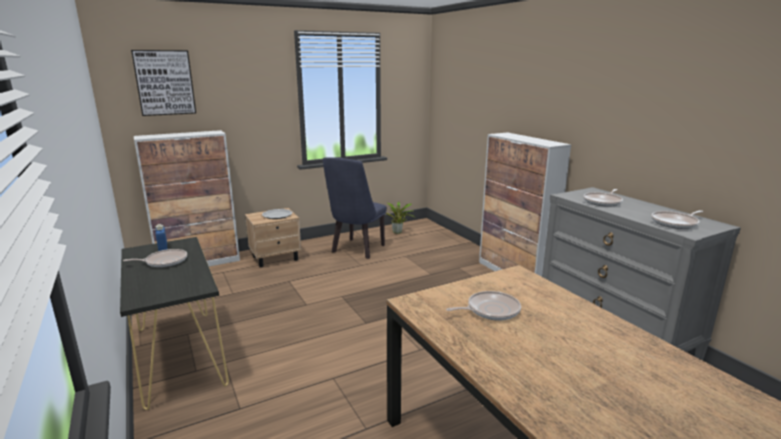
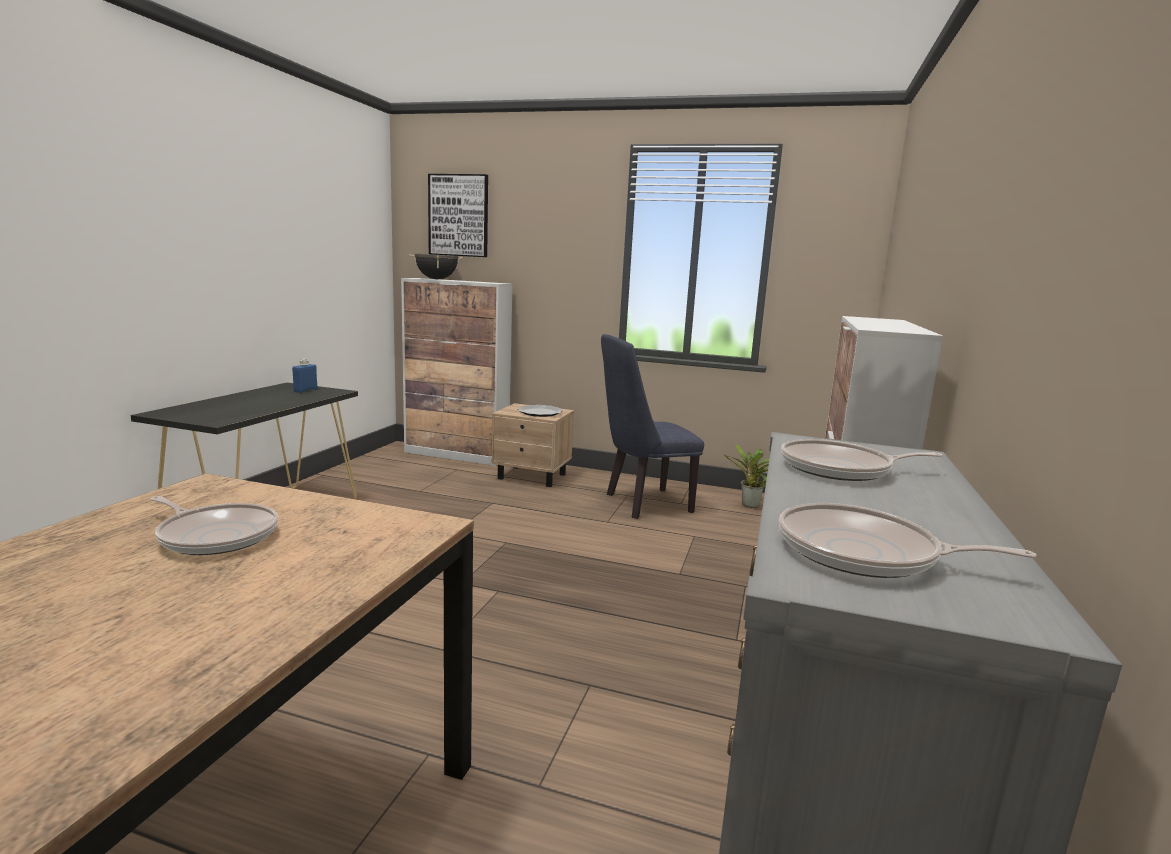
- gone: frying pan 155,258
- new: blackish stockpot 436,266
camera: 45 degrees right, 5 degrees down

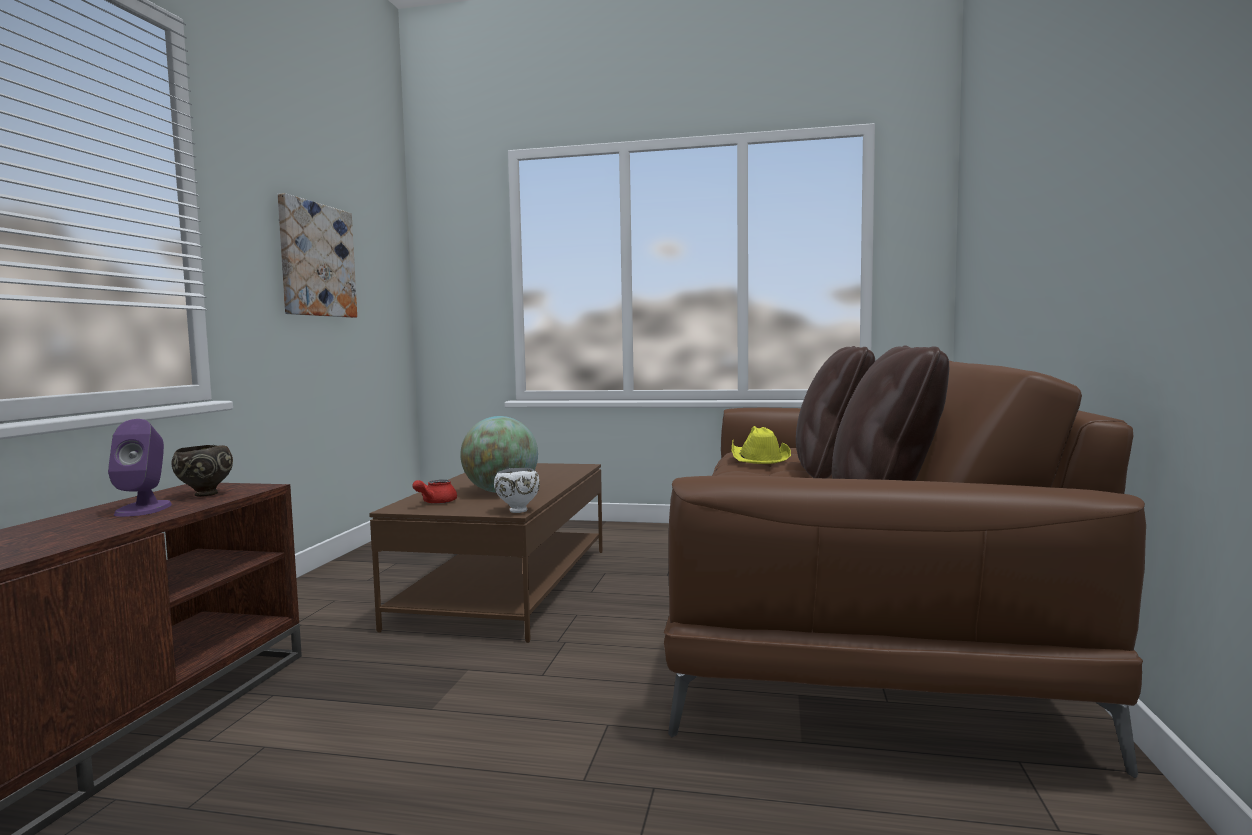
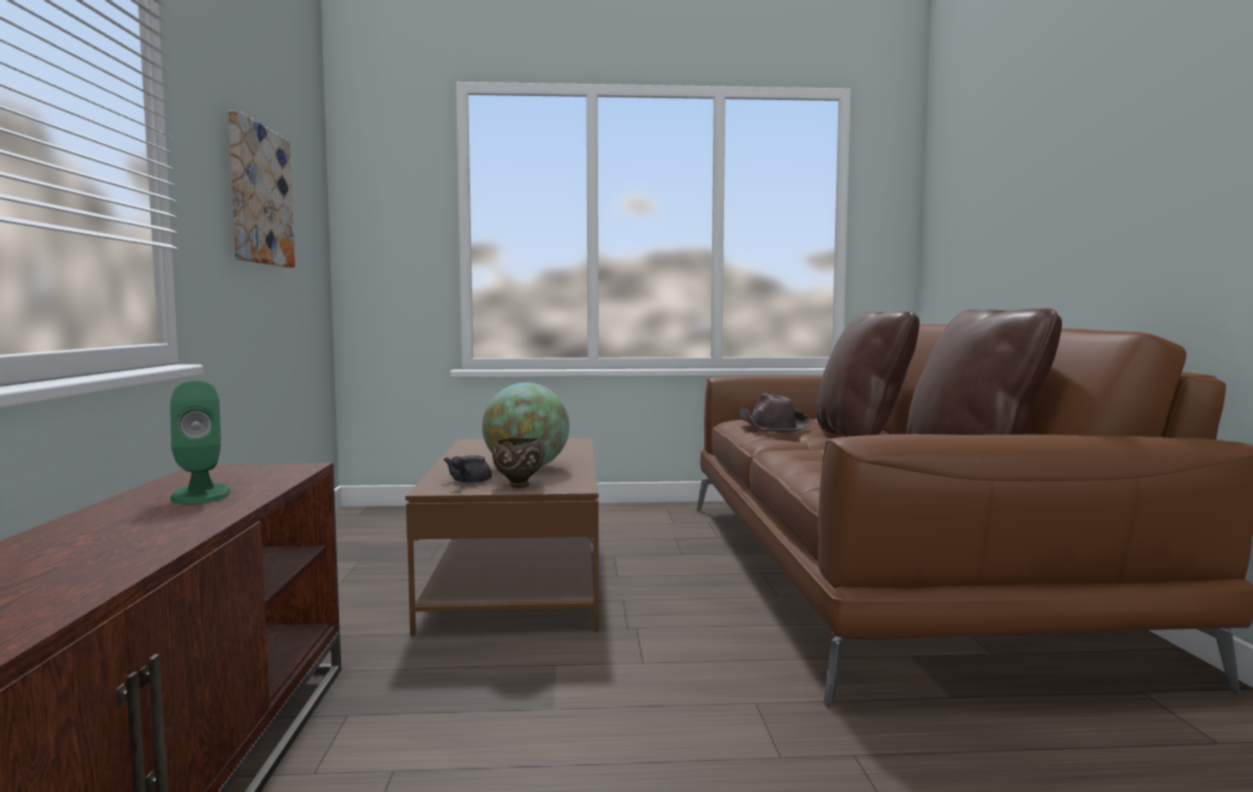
- gone: whitish serving bowl 517,490
- shifted: brown-coloured serving bowl 202,471 to 518,463
- repainted: purplish audio speaker 140,468 to green audio speaker 200,442
- repainted: red-coloured pot for tea 434,492 to greyish pot for tea 468,469
- repainted: yellow wearable hat 761,445 to brown-coloured wearable hat 774,412
camera: 15 degrees left, 0 degrees up

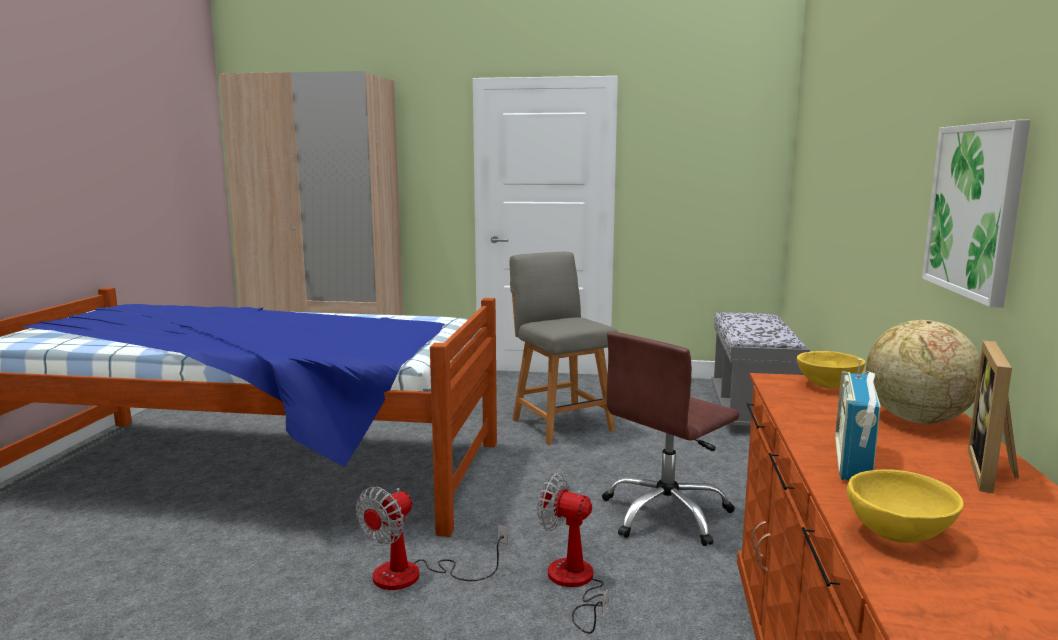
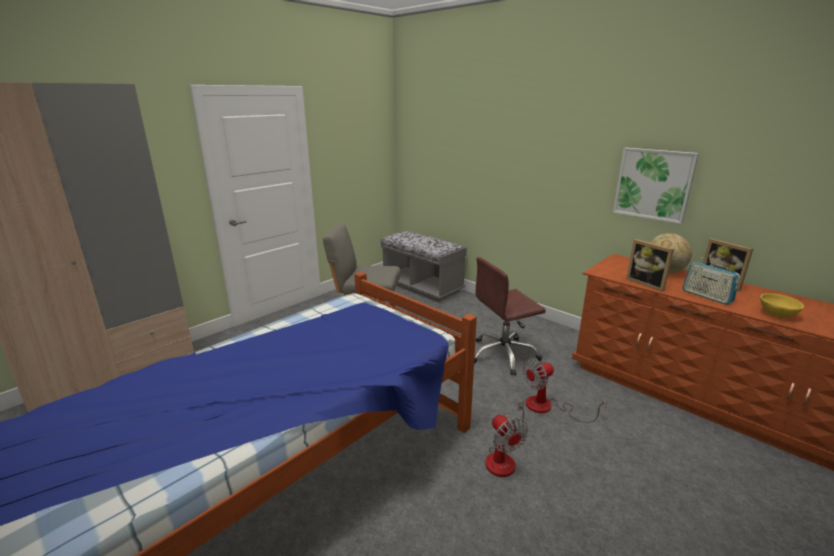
- gone: yellow serving bowl 831,369
- new: picture frame 650,265
- rotated: brown-coloured office chair 670,438 = 510,316 75 degrees clockwise
camera: 55 degrees left, 10 degrees up

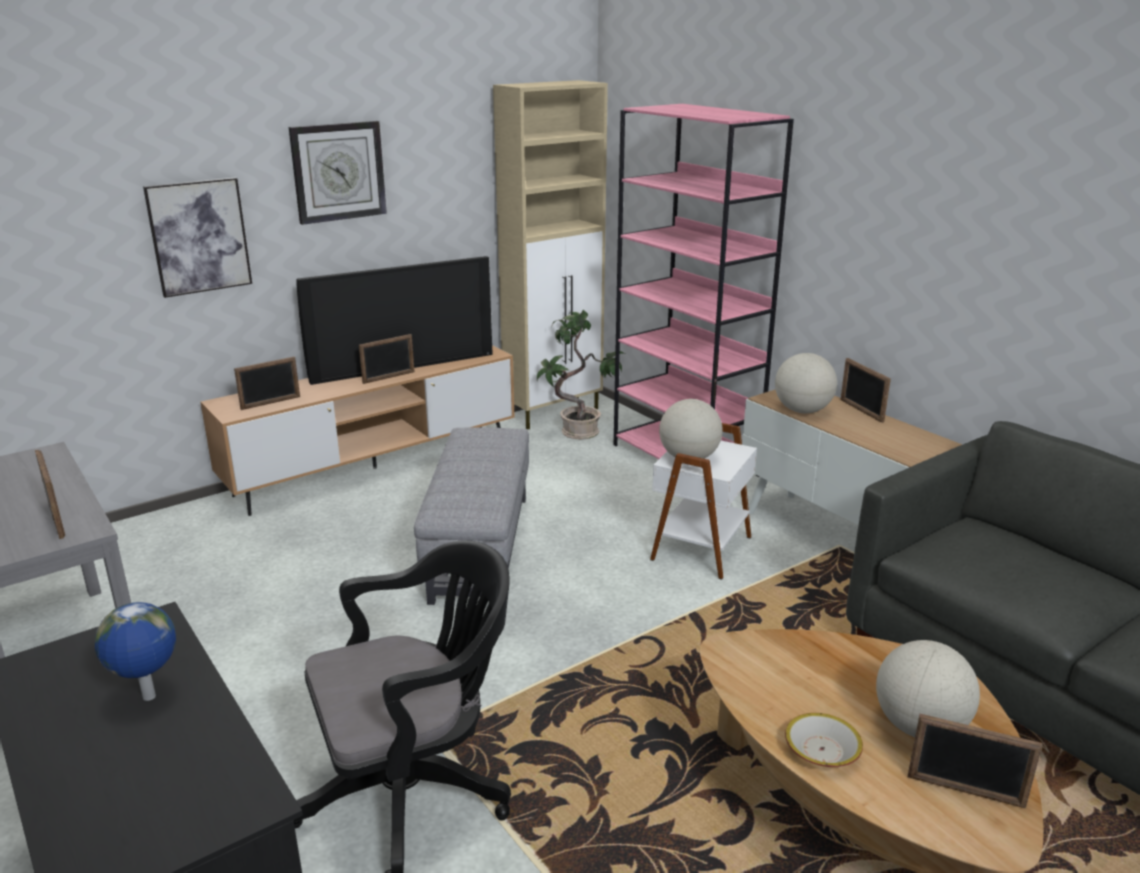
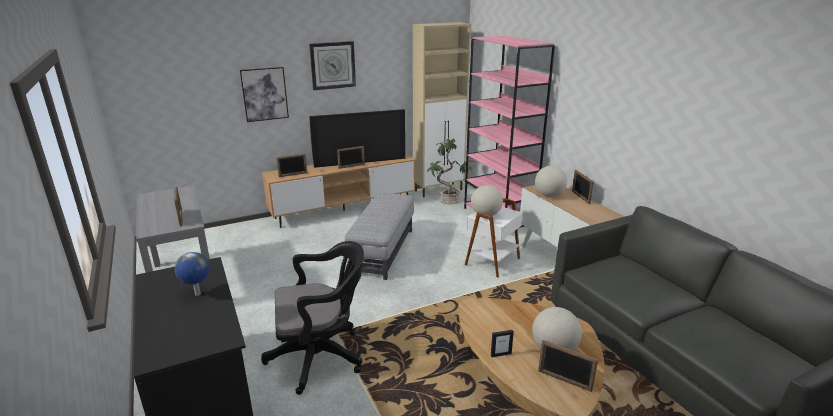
- swapped: serving bowl 824,740 to picture frame 502,343
camera: 10 degrees right, 0 degrees up

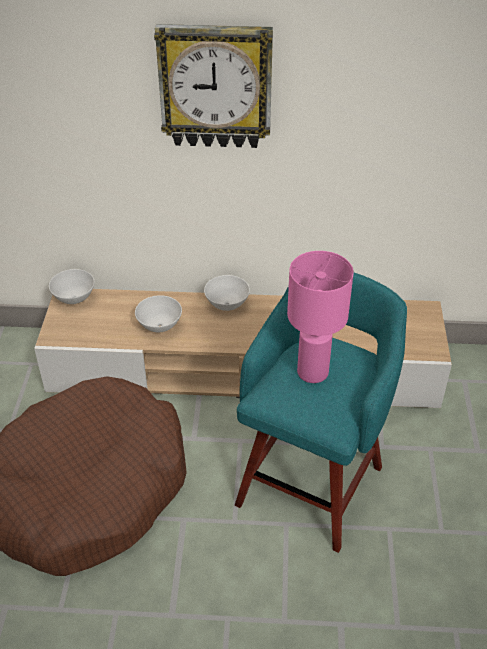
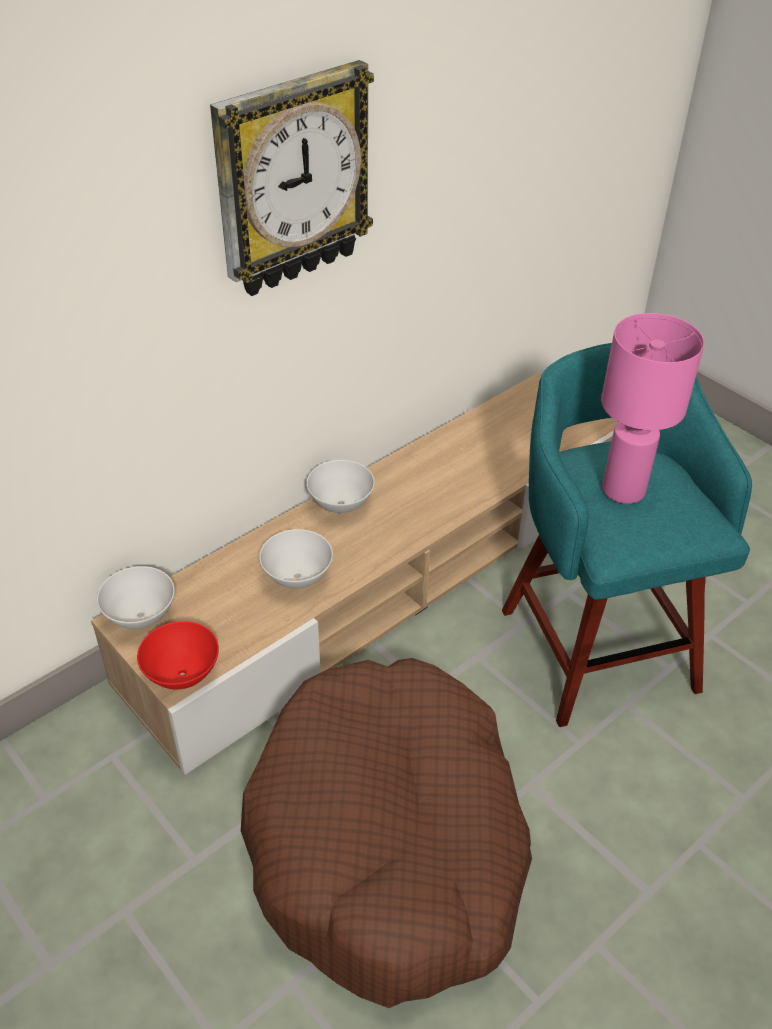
- new: red-coloured serving bowl 178,655
camera: 45 degrees left, 0 degrees up

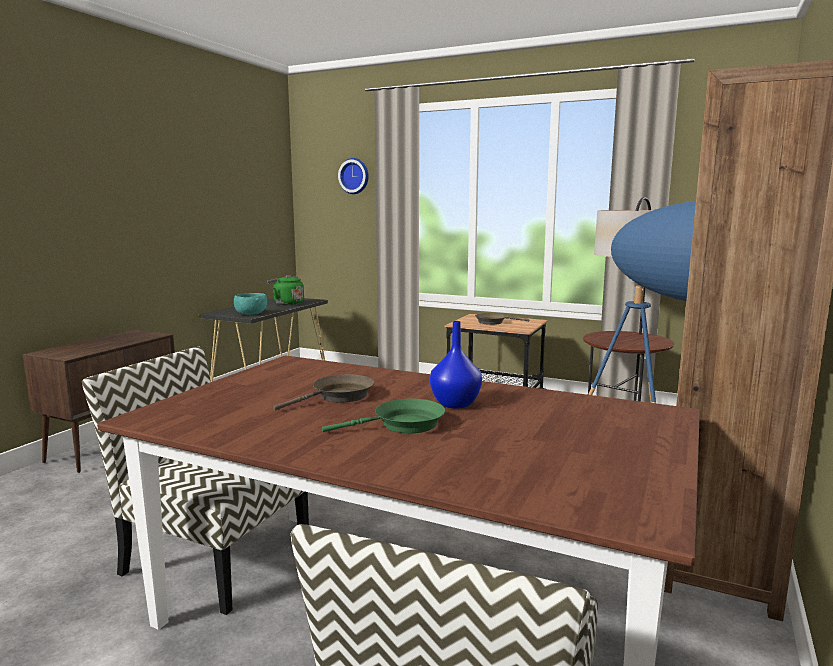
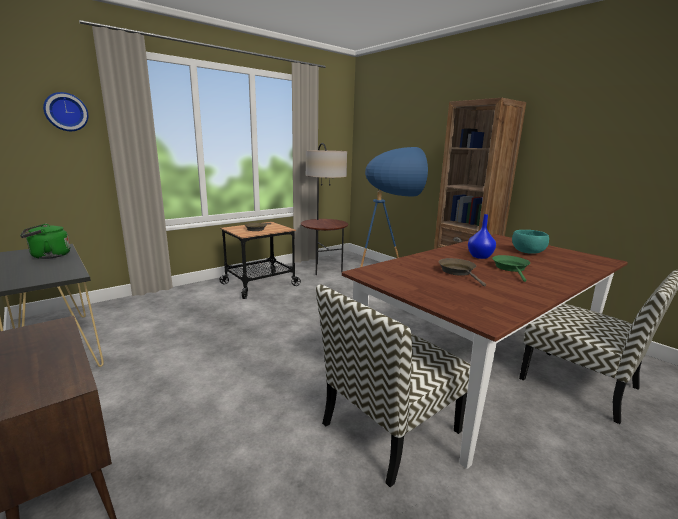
- shifted: turquoise-coloured serving bowl 250,304 to 530,242
camera: 65 degrees left, 5 degrees up

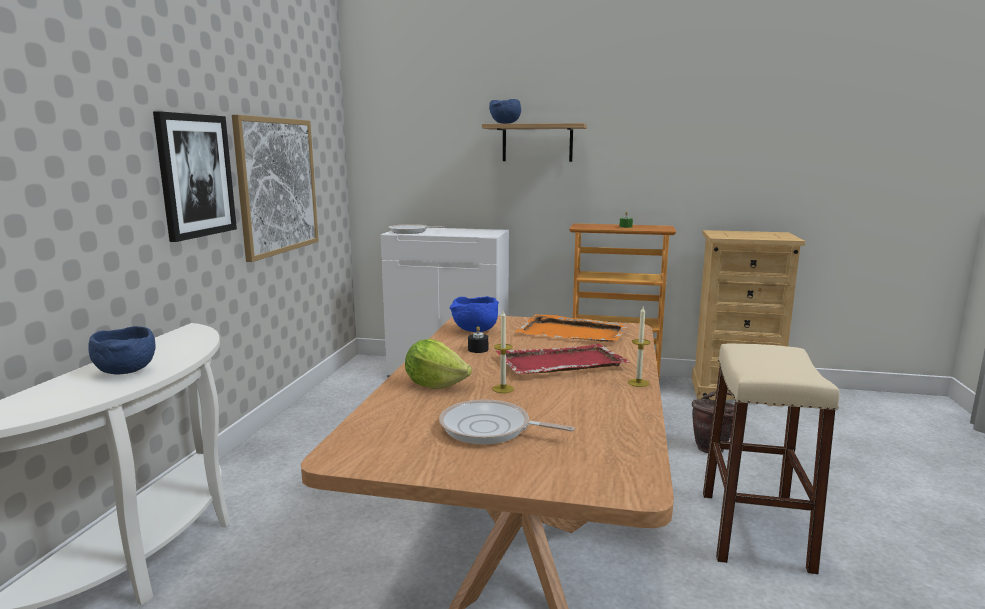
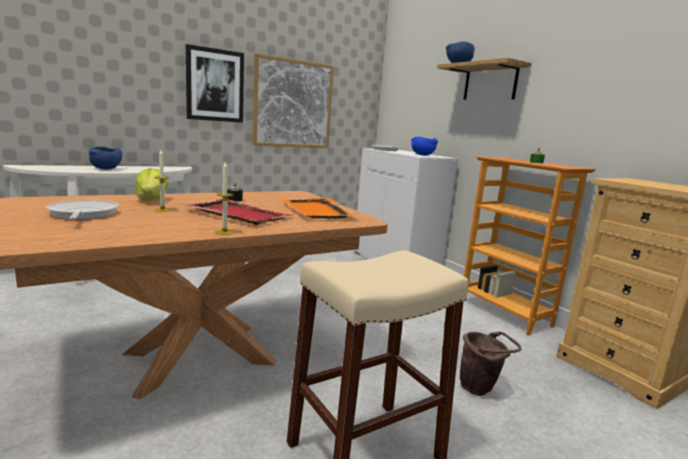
- shifted: blue serving bowl 474,314 to 424,146
camera: 45 degrees right, 0 degrees up

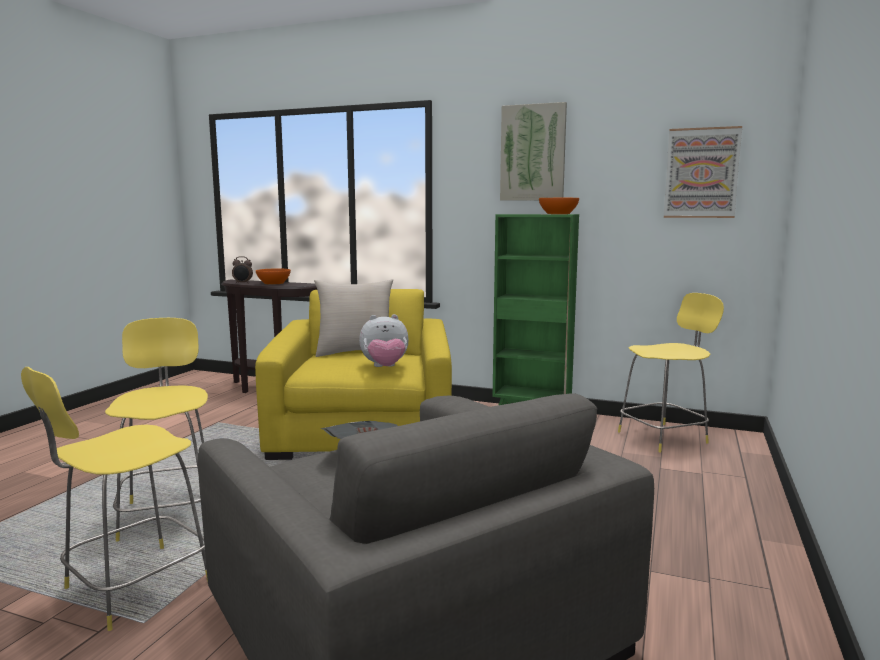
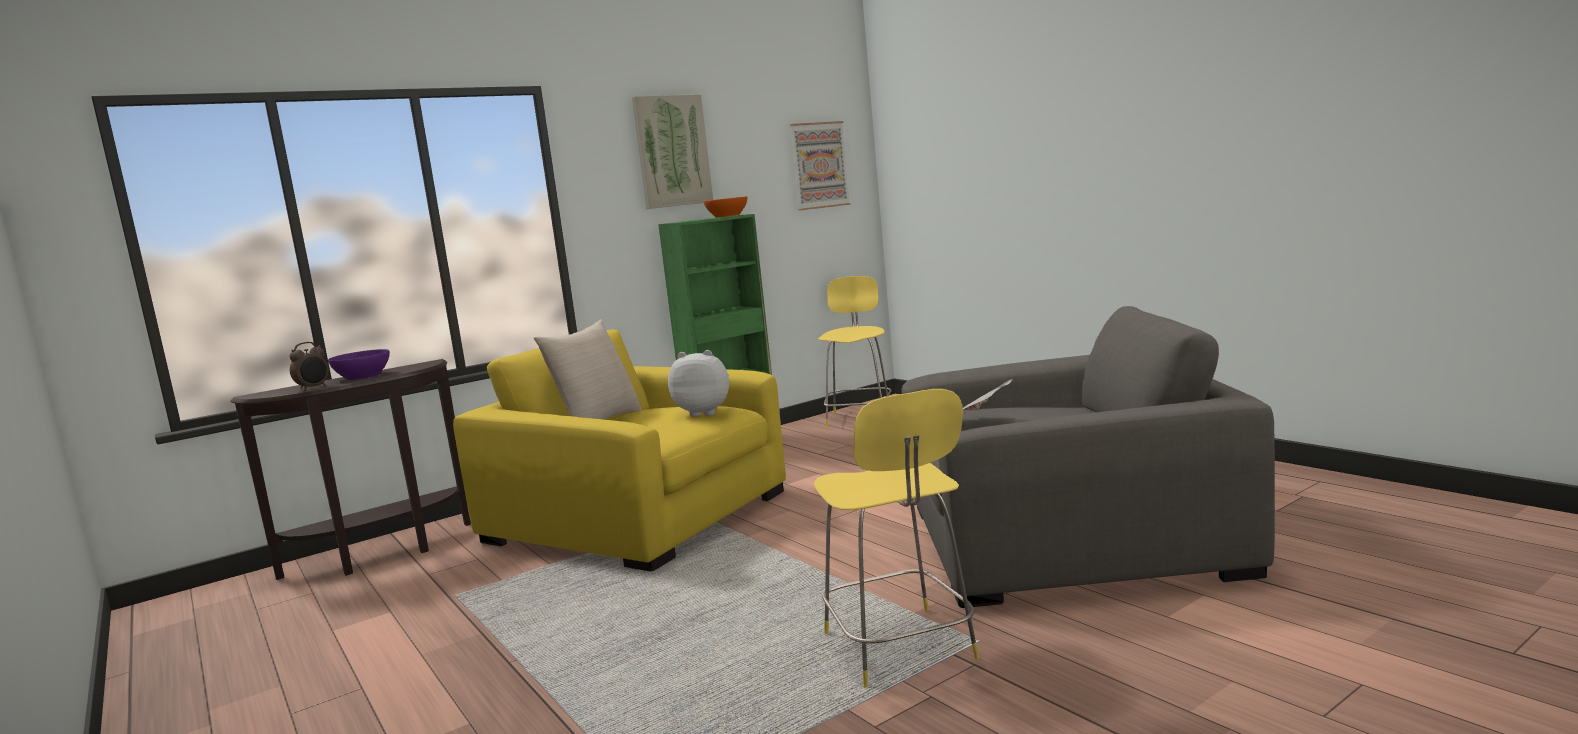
- gone: yellow stool 156,430
- repainted: orange-coloured serving bowl 273,276 to purplish serving bowl 359,364
- rotated: plush toy 384,340 = 698,383 105 degrees counterclockwise
camera: 55 degrees left, 0 degrees up

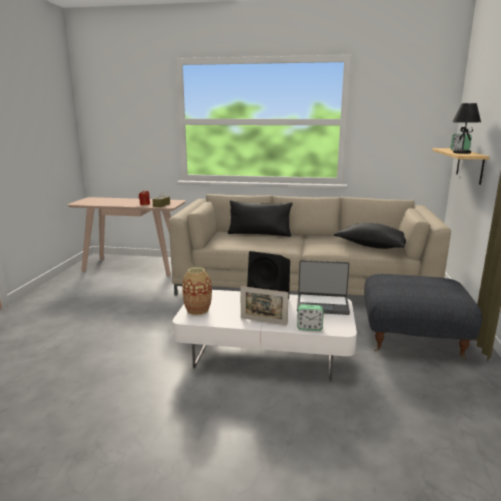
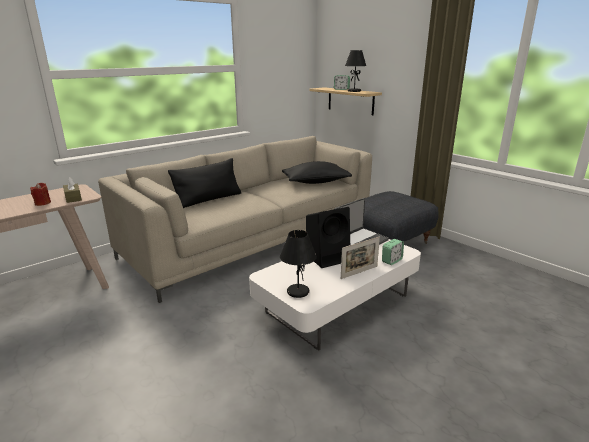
- swapped: decorative vase 197,291 to blackish table lamp 298,264
camera: 50 degrees left, 5 degrees up

